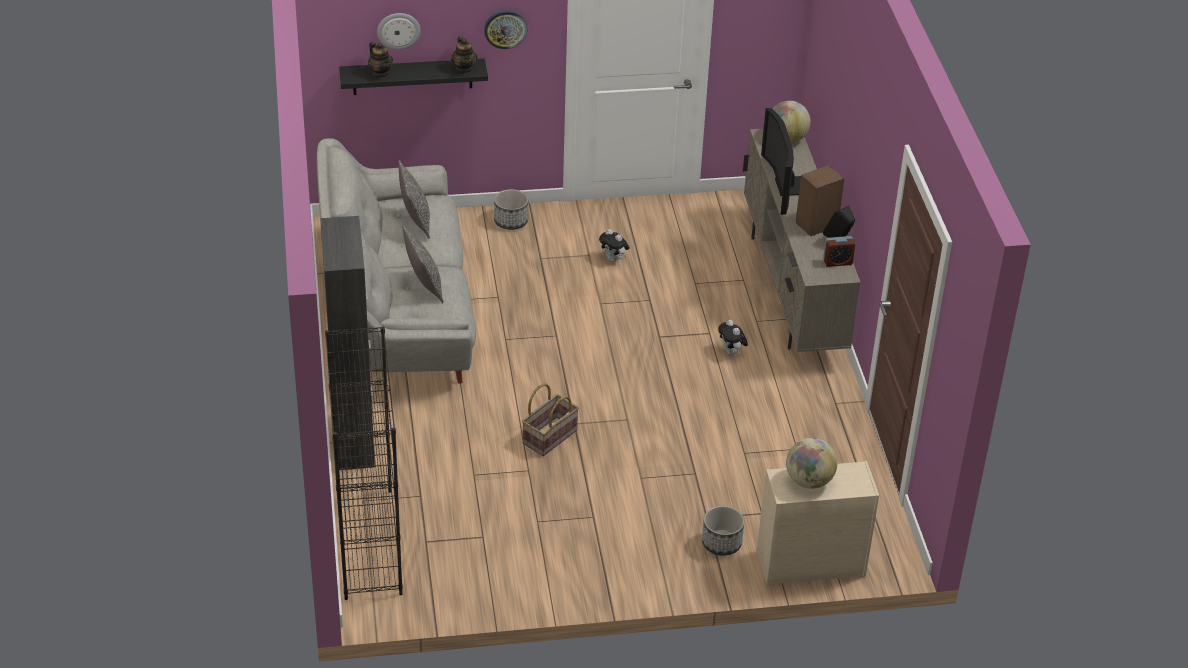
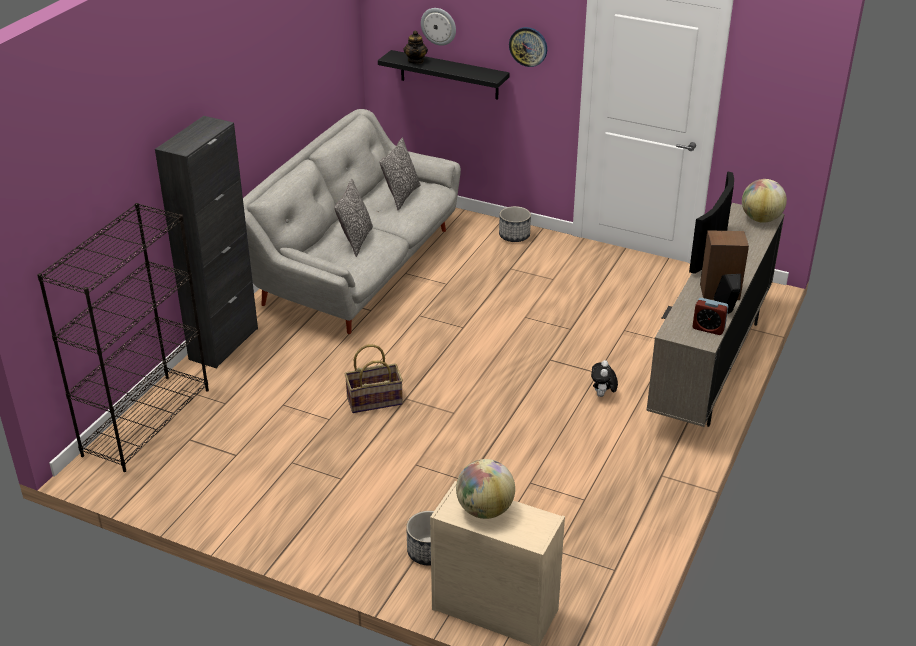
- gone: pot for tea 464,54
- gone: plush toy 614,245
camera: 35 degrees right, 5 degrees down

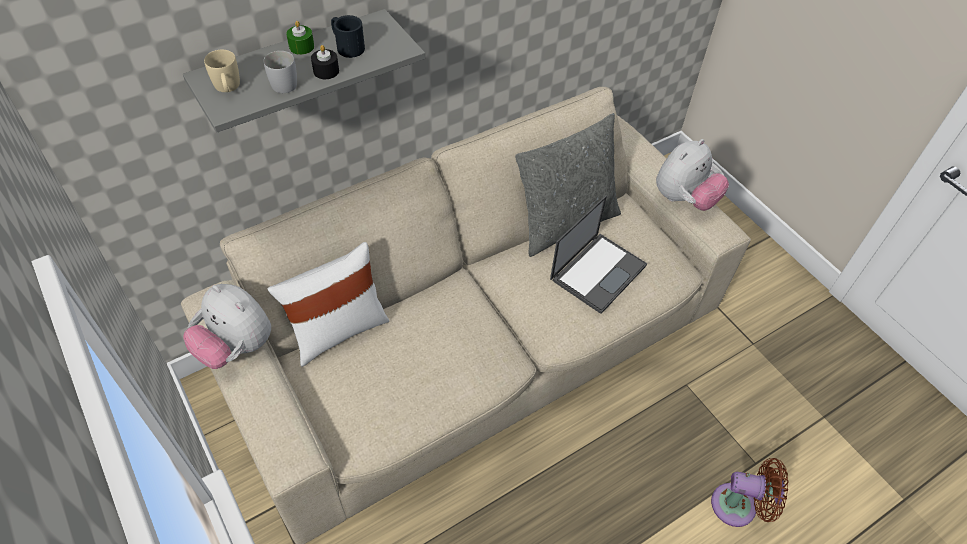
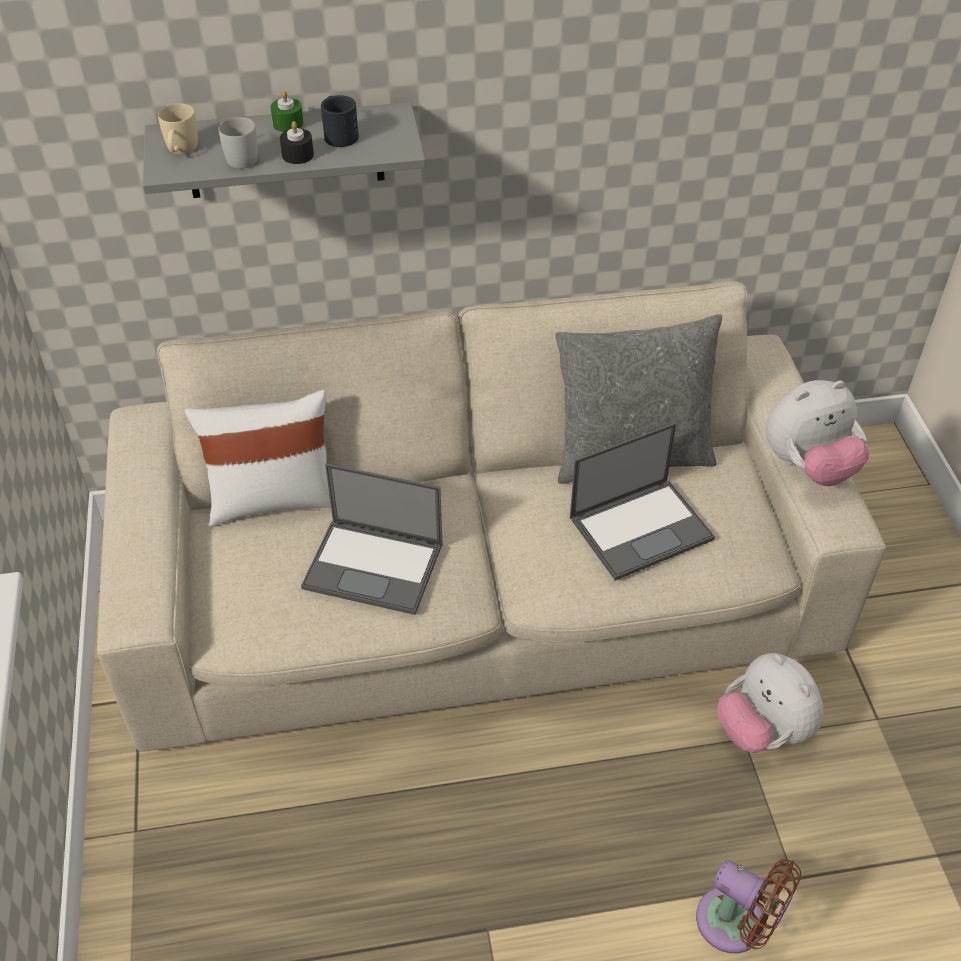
- new: notebook computer 372,539
- shifted: plush toy 227,326 to 770,703
camera: 25 degrees right, 5 degrees down

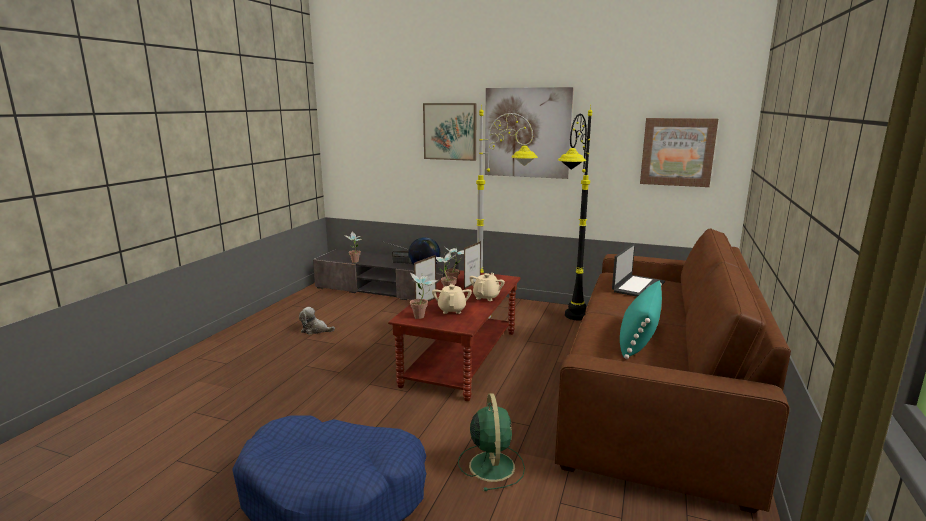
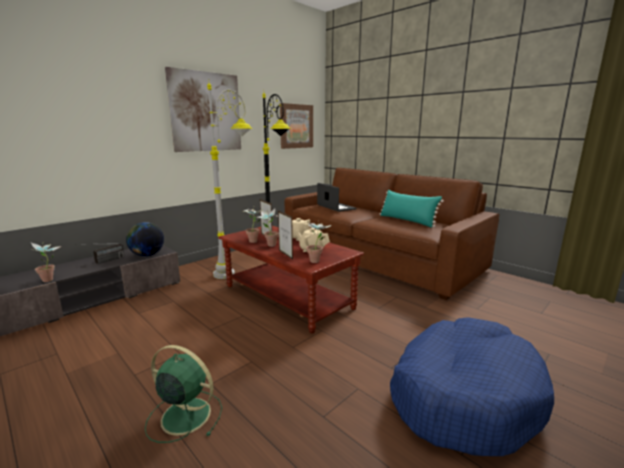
- gone: plush toy 317,321
- gone: wall art 450,132
- shifted: green electric fan 491,442 to 183,394
camera: 65 degrees left, 0 degrees up

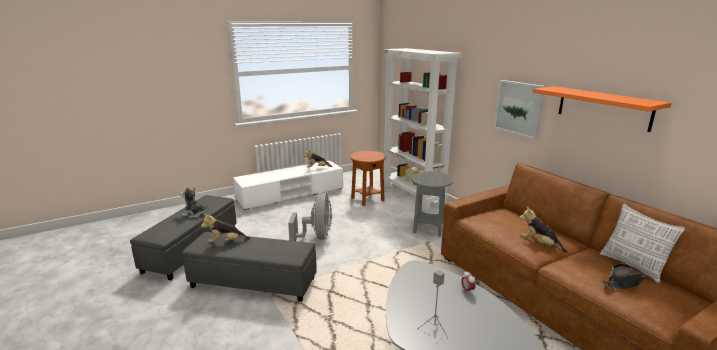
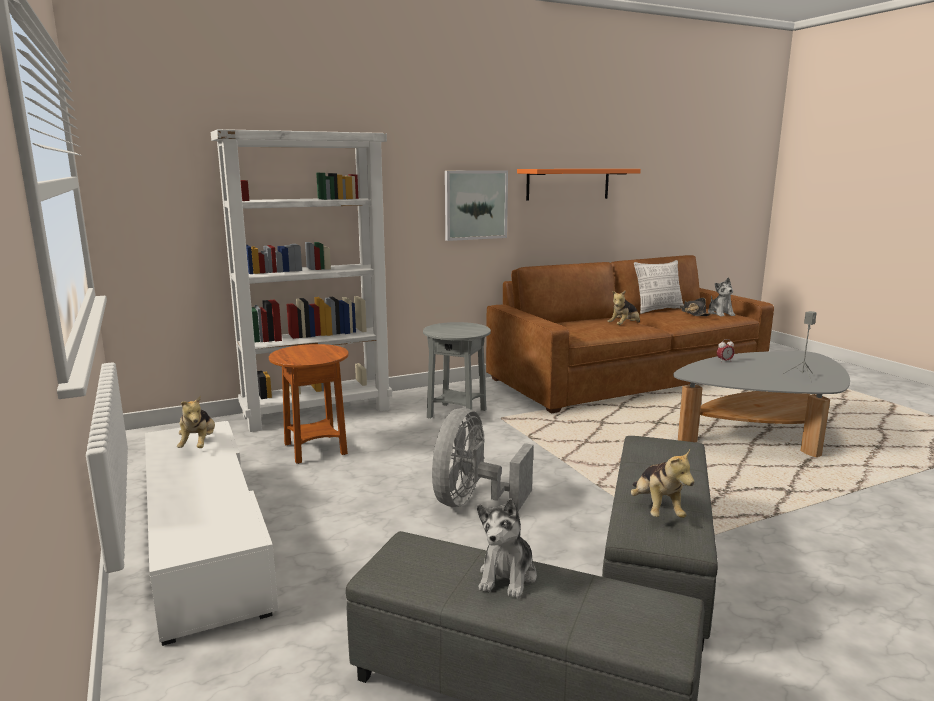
- new: plush toy 721,297
- rotated: greyish electric fan 310,217 = 482,459 75 degrees counterclockwise
camera: 85 degrees left, 5 degrees down

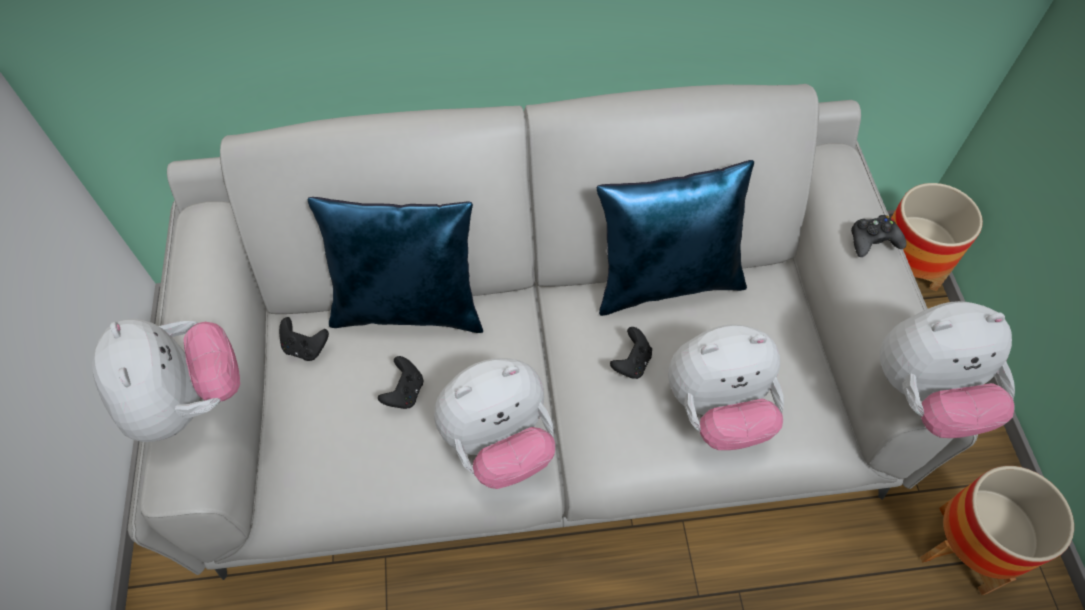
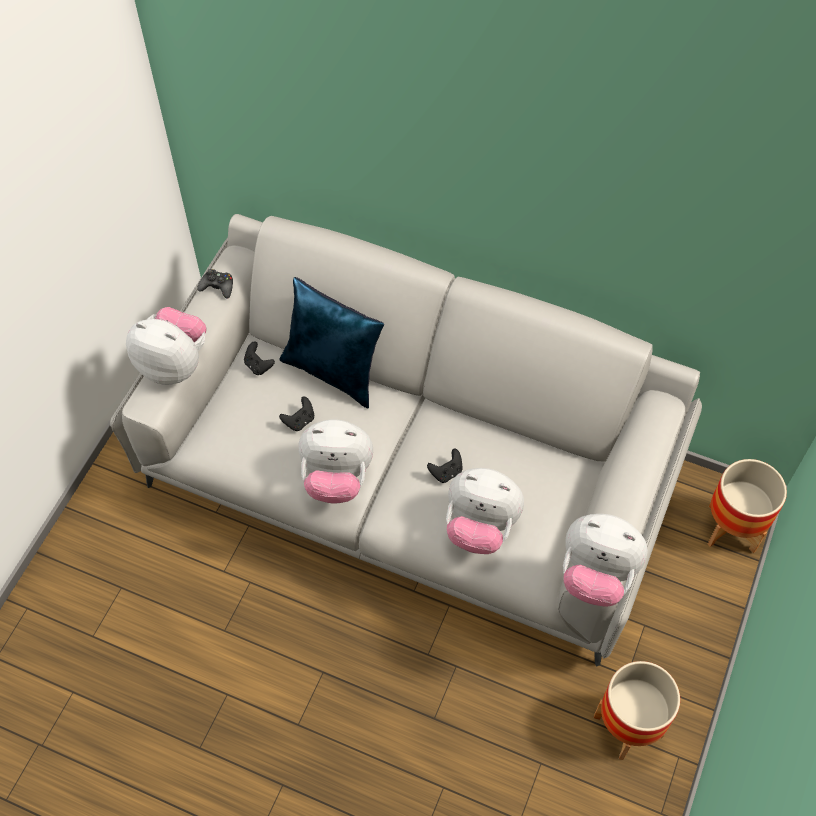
- gone: blue cushion 675,238
- shifted: blackish joypad 879,236 to 215,283
- rotated: plush toy 166,380 = 166,346 75 degrees counterclockwise
camera: 30 degrees right, 0 degrees up

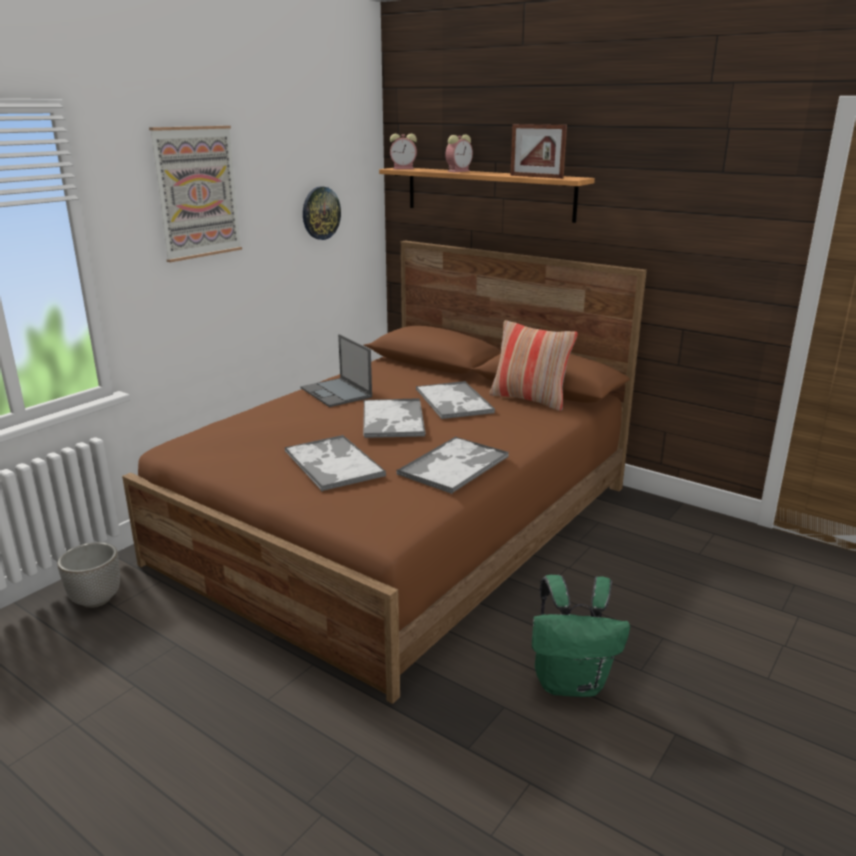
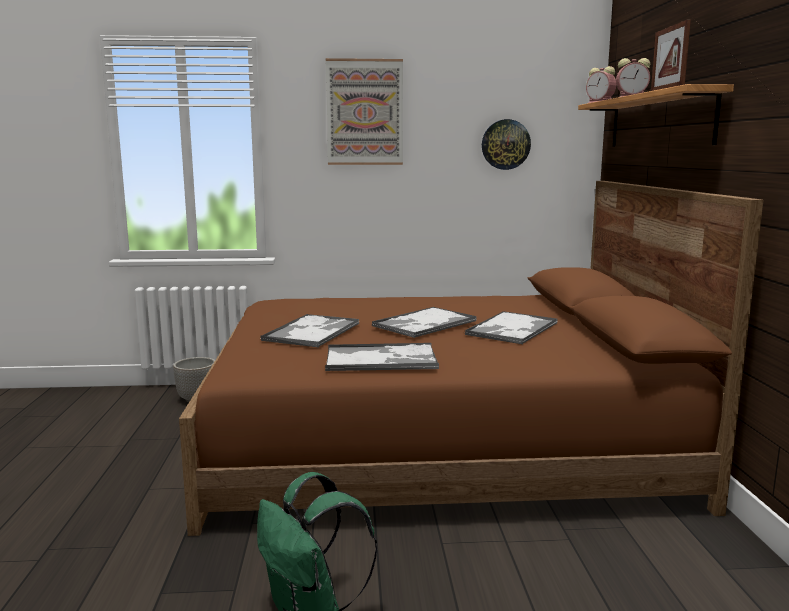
- gone: notebook computer 336,370
- gone: cushion 533,365
camera: 50 degrees right, 10 degrees down

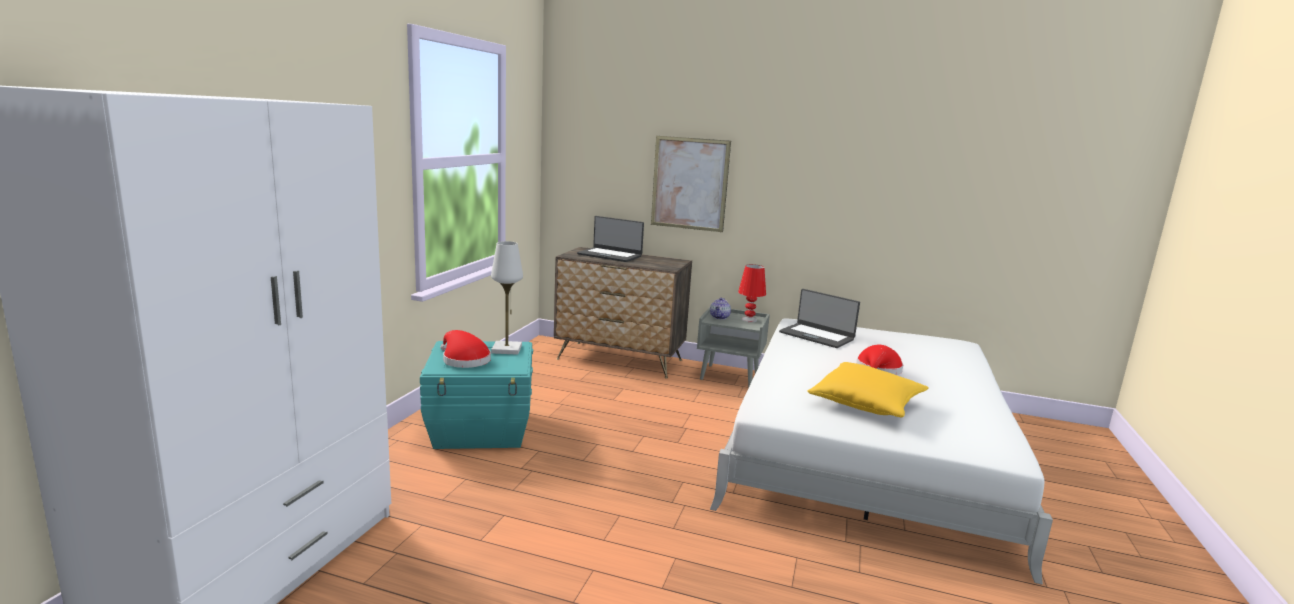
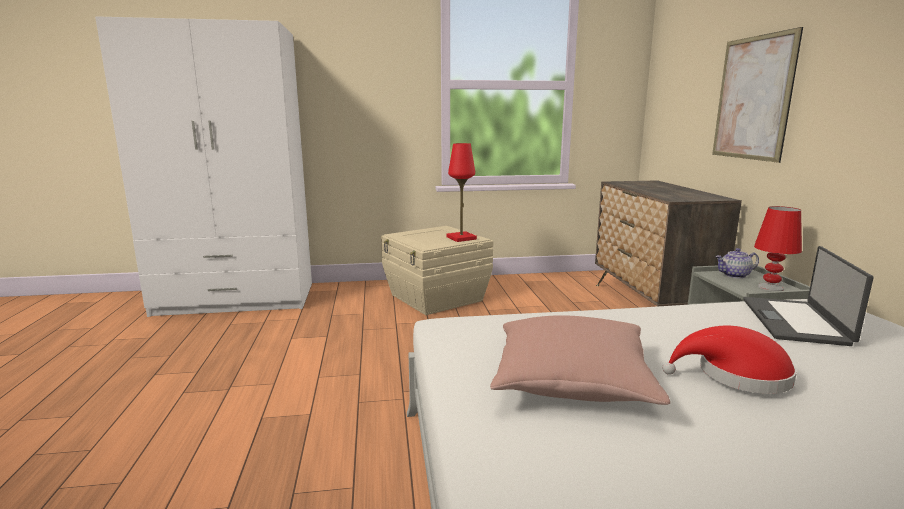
- gone: red-coloured wearable hat 466,349
- gone: notebook computer 610,239
- repainted: turquoise-coloured storage container 476,395 to sand-coloured storage container 437,270
- repainted: whitish table lamp 507,298 to red-coloured table lamp 461,192
- repainted: yellow cushion 868,389 to pink cushion 580,360
camera: 65 degrees right, 0 degrees up

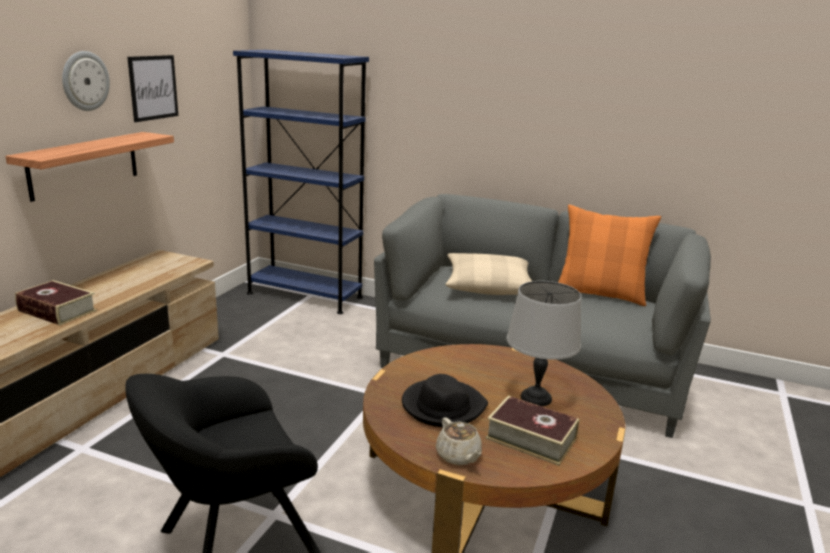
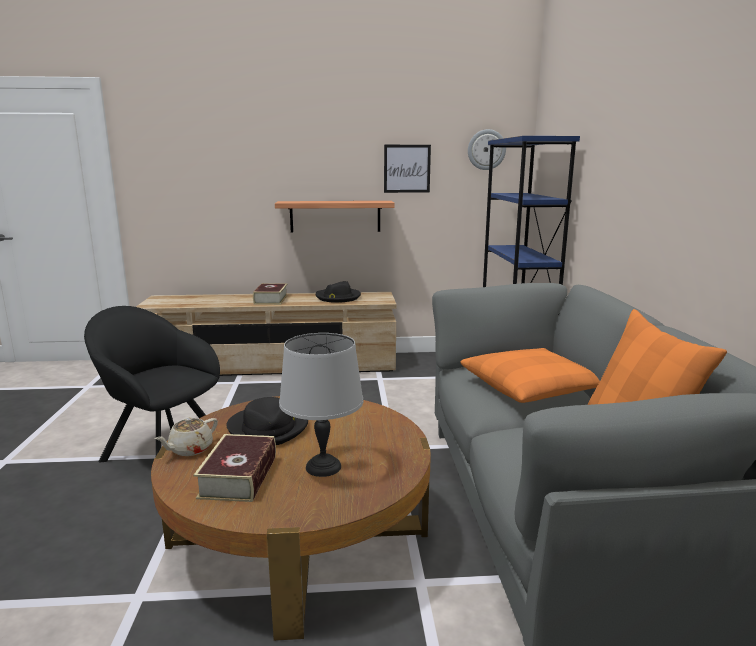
- new: blackish wearable hat 338,292
- shifted: clock on the wall 86,81 to 487,149
- repainted: sand-coloured cushion 488,274 to orange-coloured cushion 530,375
camera: 65 degrees right, 5 degrees down

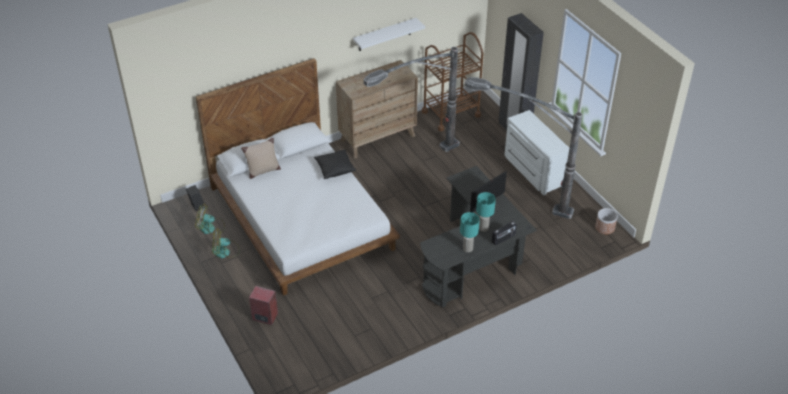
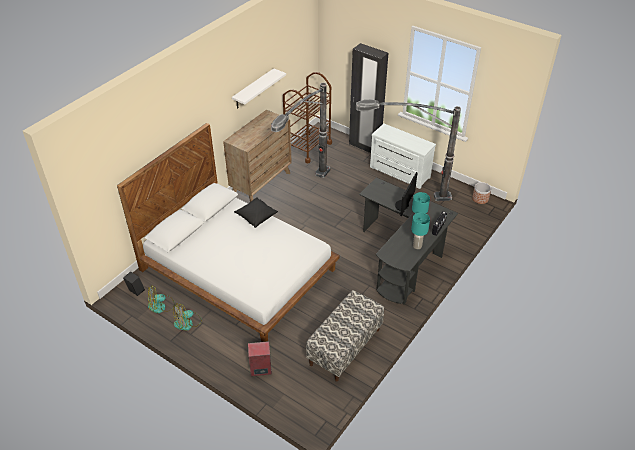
- gone: sand-coloured cushion 261,158
- new: bench 345,336
camera: 25 degrees left, 0 degrees up

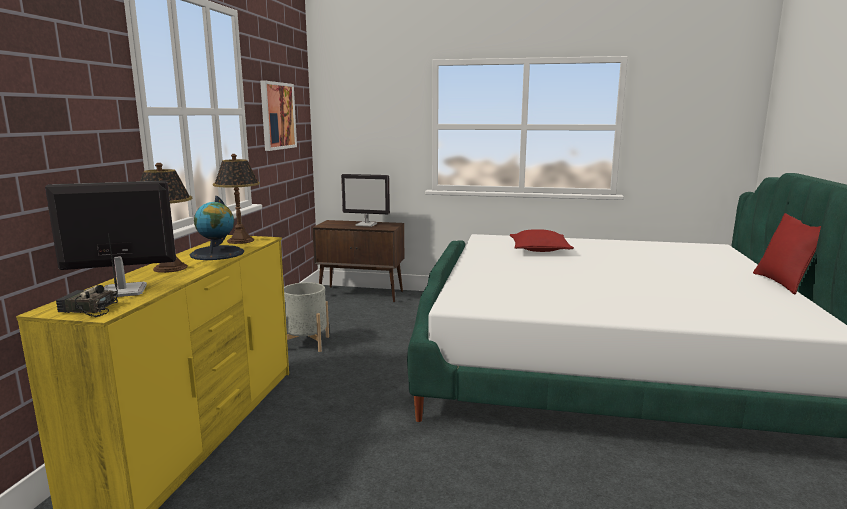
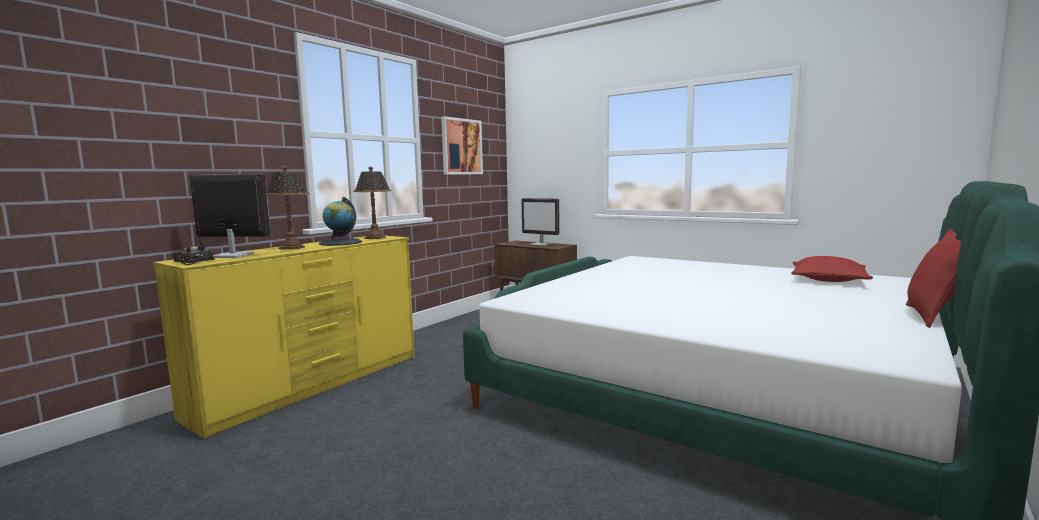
- gone: greyish plant pot 306,317
- shifted: red-coloured cushion 542,240 to 832,269
camera: 25 degrees right, 5 degrees down

